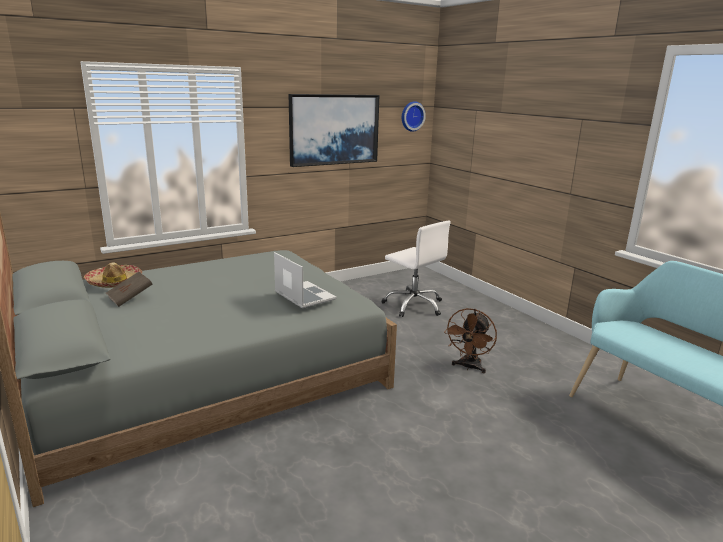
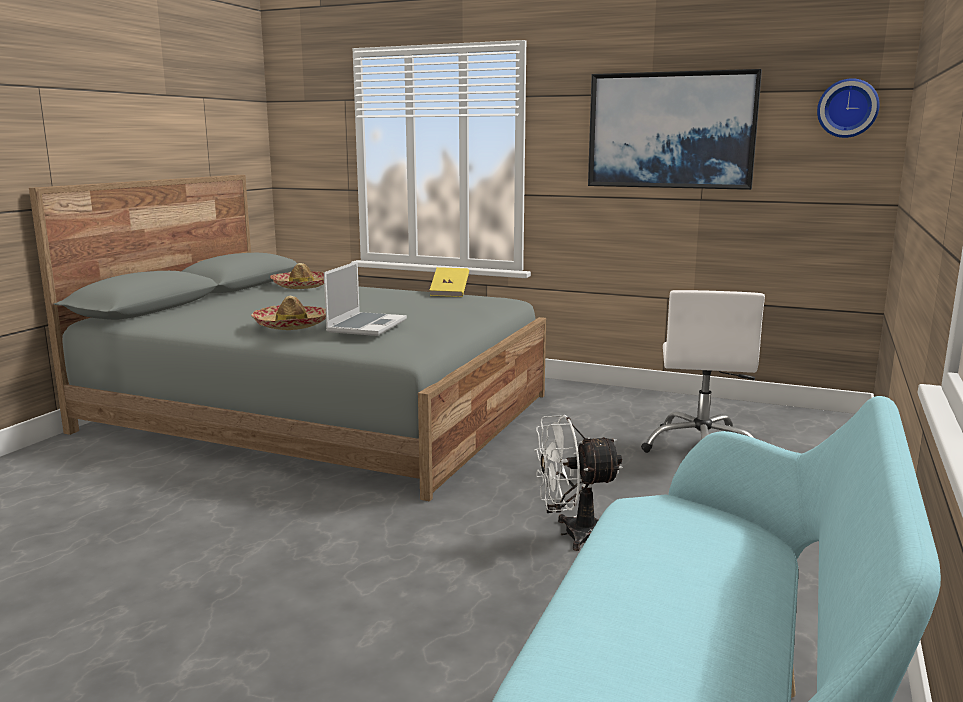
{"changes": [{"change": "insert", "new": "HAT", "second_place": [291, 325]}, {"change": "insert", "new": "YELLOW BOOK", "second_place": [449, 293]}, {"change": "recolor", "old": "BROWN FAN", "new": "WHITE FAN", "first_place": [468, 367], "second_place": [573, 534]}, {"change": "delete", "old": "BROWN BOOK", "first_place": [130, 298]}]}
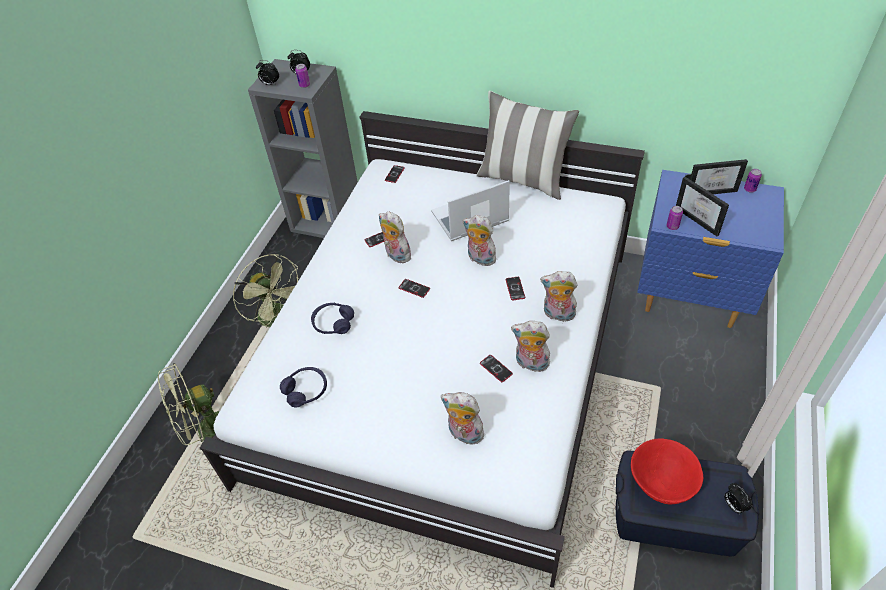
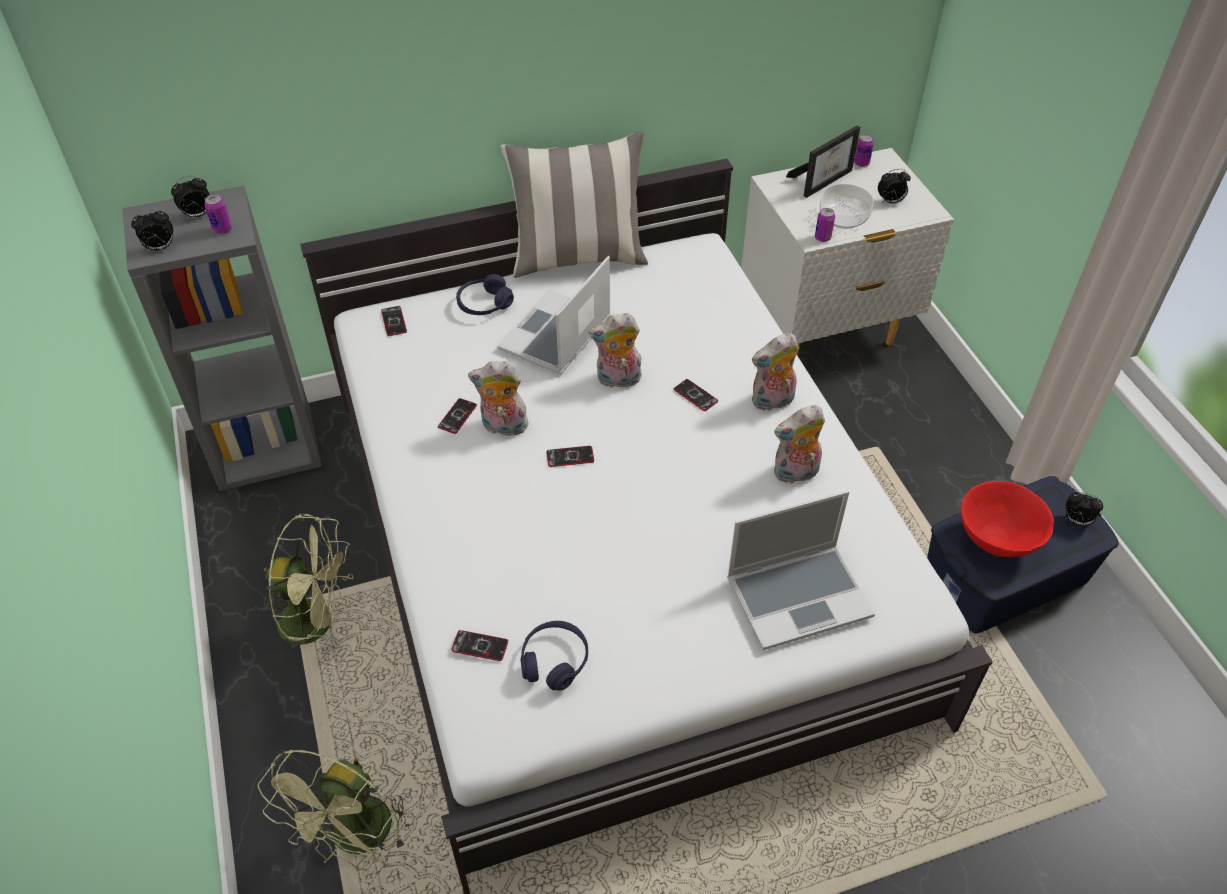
{"changes": [{"change": "move", "old": "PHONE", "first_place": [496, 368], "second_place": [480, 646]}, {"change": "move", "old": "PURPLE HEADPHONES", "first_place": [333, 323], "second_place": [484, 304]}, {"change": "replace", "old": "PLUSH TOY", "new": "LAPTOP", "first_place": [464, 434], "second_place": [799, 596]}, {"change": "recolor", "old": "BLUE NIGHTSTAND", "new": "WHITE NIGHTSTAND", "first_place": [690, 298], "second_place": [824, 331]}, {"change": "replace", "old": "PICTURE FRAME", "new": "BOWL", "first_place": [701, 219], "second_place": [844, 217]}, {"change": "insert", "new": "ALARM CLOCK", "second_place": [890, 201]}]}
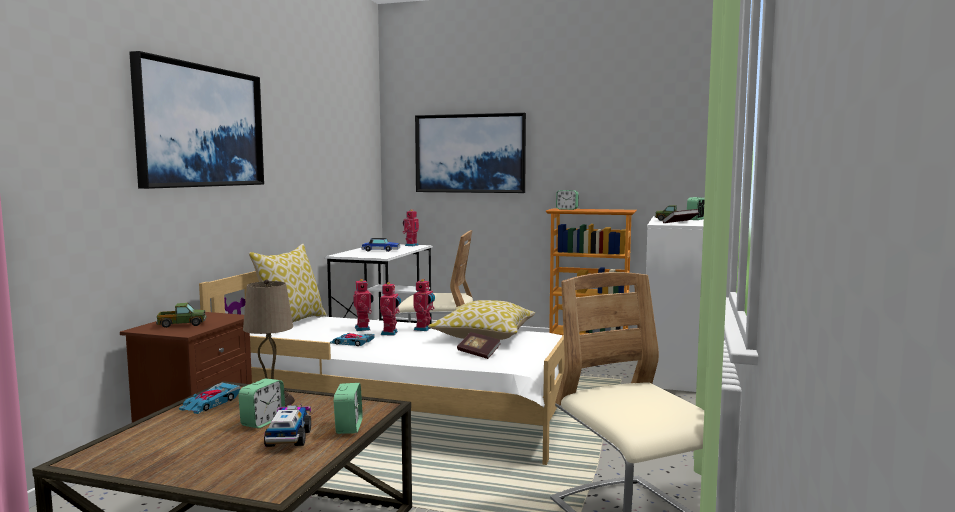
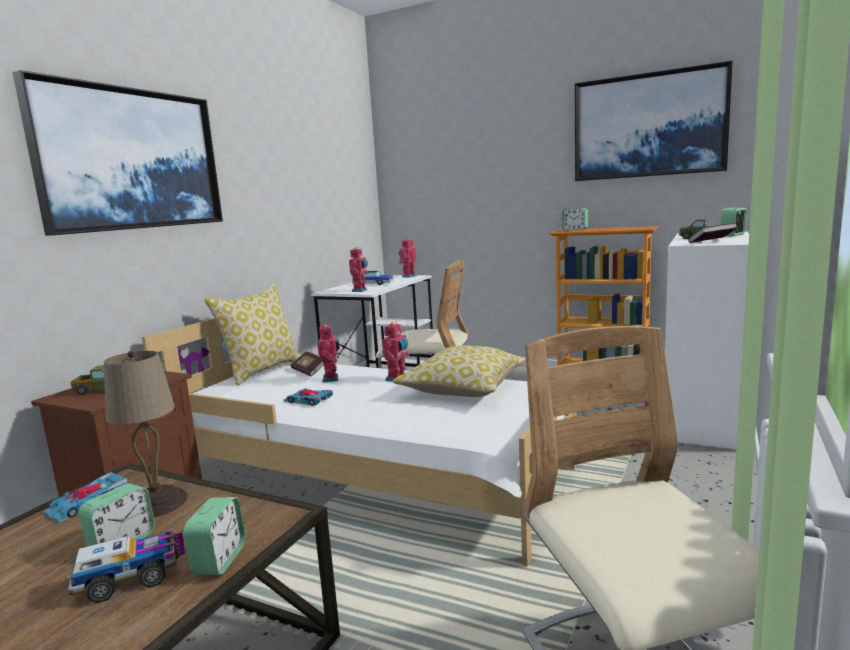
{"changes": [{"change": "rotate", "old": "TOY TRUCK", "first_place": [289, 437], "second_place": [132, 578], "degrees": 60}, {"change": "move", "old": "BOOK", "first_place": [478, 353], "second_place": [309, 371]}, {"change": "move", "old": "TOY ROBOT", "first_place": [390, 333], "second_place": [360, 290]}, {"change": "move", "old": "PICTURE", "first_place": [470, 153], "second_place": [648, 126]}]}
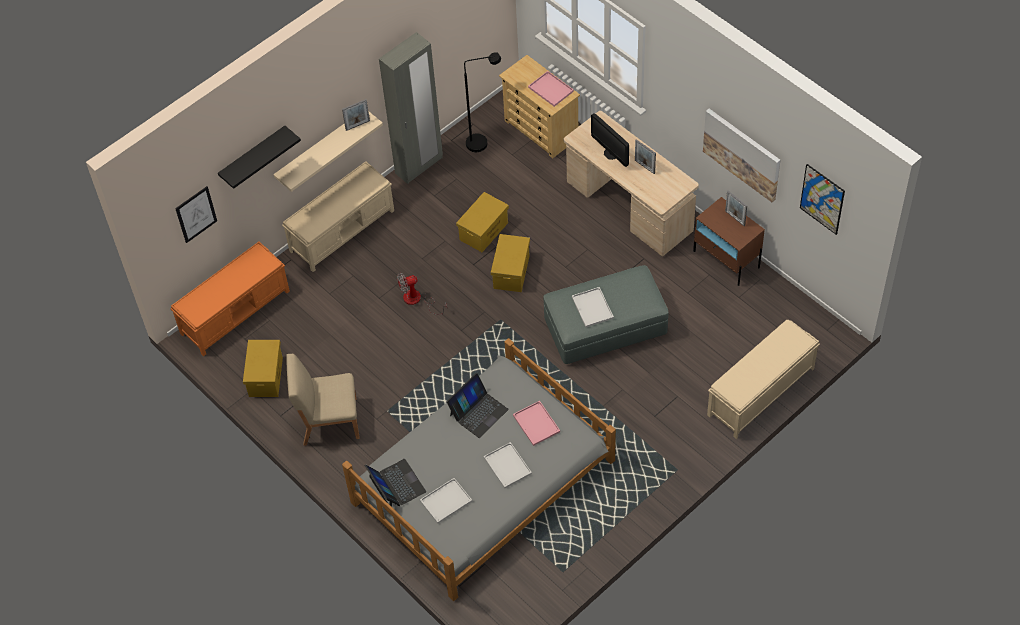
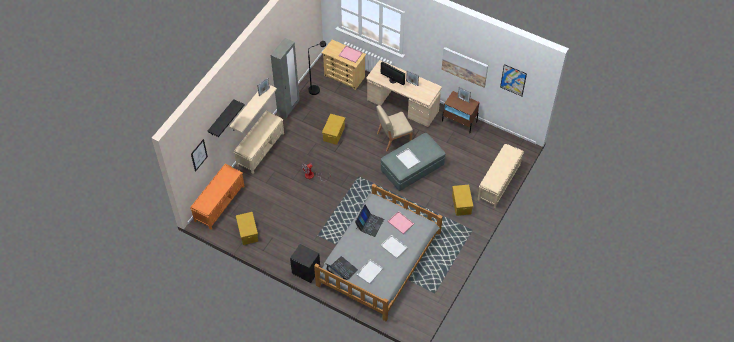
{"changes": [{"change": "insert", "new": "BLACK NIGHTSTAND", "second_place": [306, 271]}, {"change": "move", "old": "BEIGE CHAIR", "first_place": [329, 421], "second_place": [393, 138]}, {"change": "move", "old": "YELLOW STORAGE BOX", "first_place": [511, 272], "second_place": [461, 204]}]}
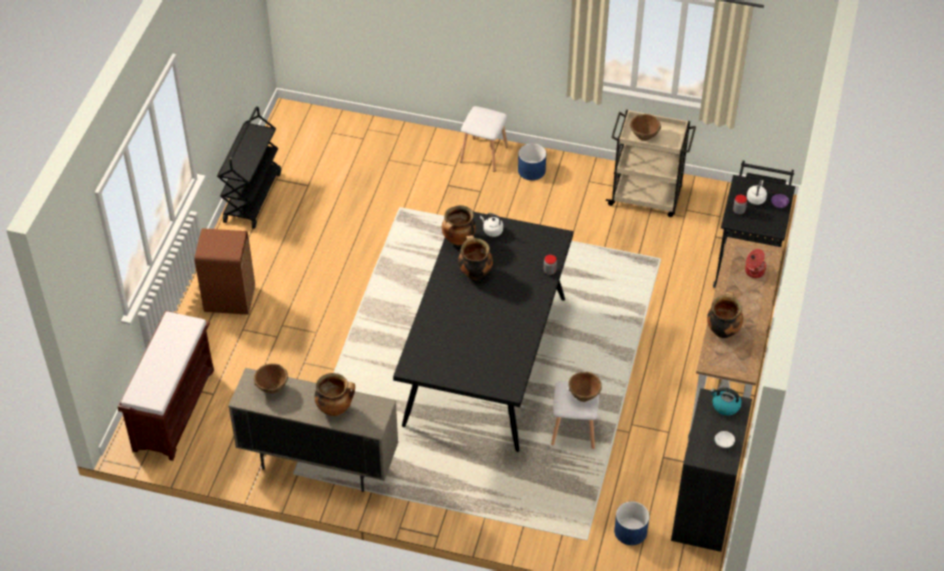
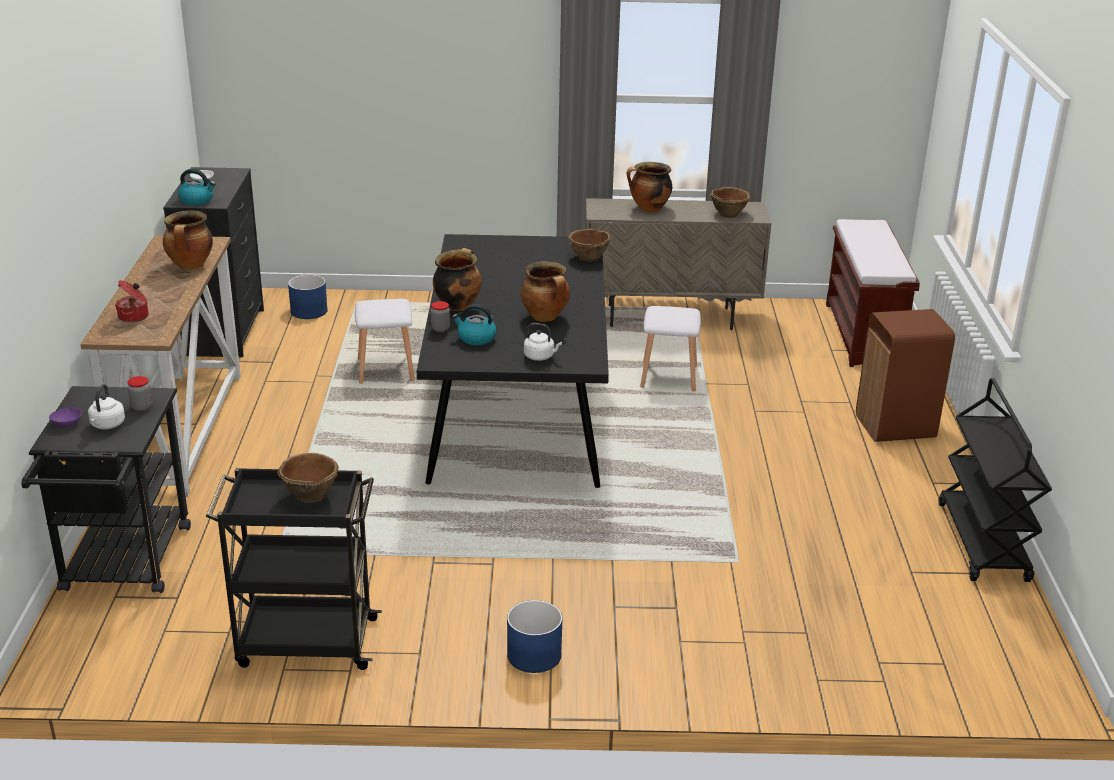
{"changes": [{"change": "recolor", "old": "BEIGE CART", "new": "BLACK CART", "first_place": [646, 197], "second_place": [304, 642]}, {"change": "move", "old": "COOKING POT", "first_place": [458, 240], "second_place": [457, 305]}, {"change": "insert", "new": "KETTLE", "second_place": [476, 338]}, {"change": "move", "old": "BROWN BOWL", "first_place": [584, 395], "second_place": [588, 258]}, {"change": "move", "old": "WHITE STOOL", "first_place": [483, 153], "second_place": [669, 377]}]}
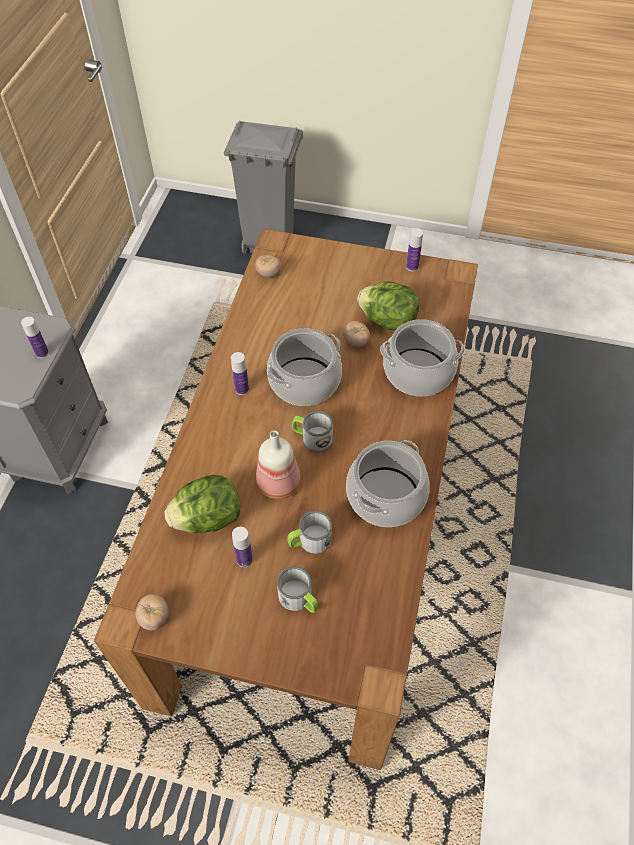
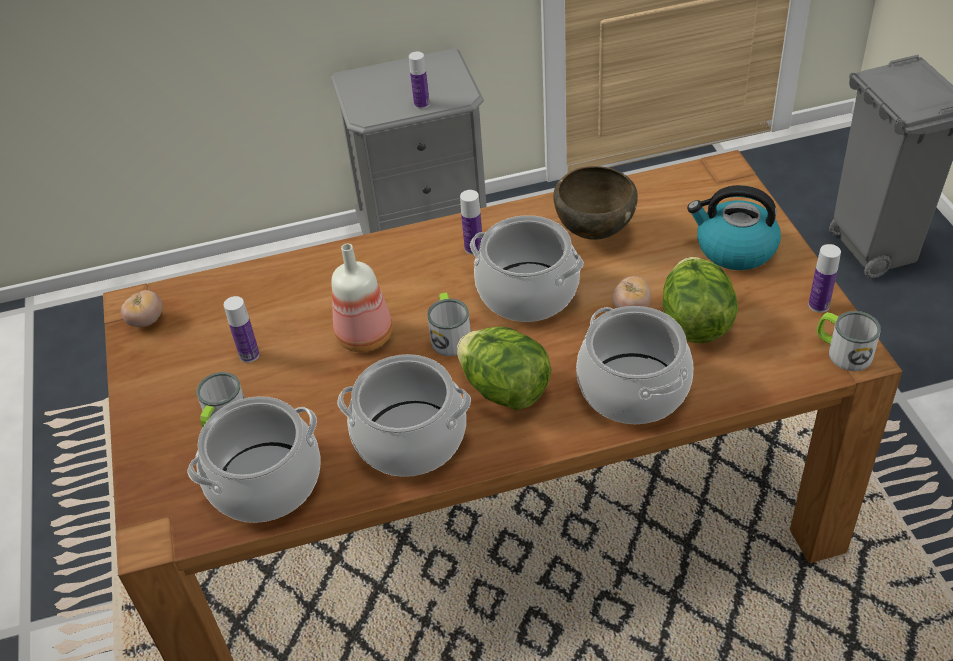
{"changes": [{"change": "insert", "new": "COOKING POT", "second_place": [265, 481]}, {"change": "move", "old": "LETTUCE", "first_place": [208, 518], "second_place": [505, 390]}, {"change": "insert", "new": "BROWN BOWL", "second_place": [593, 232]}, {"change": "insert", "new": "KETTLE", "second_place": [734, 249]}, {"change": "move", "old": "MUG", "first_place": [309, 541], "second_place": [842, 351]}, {"change": "delete", "old": "TOMATO", "first_place": [268, 273]}]}
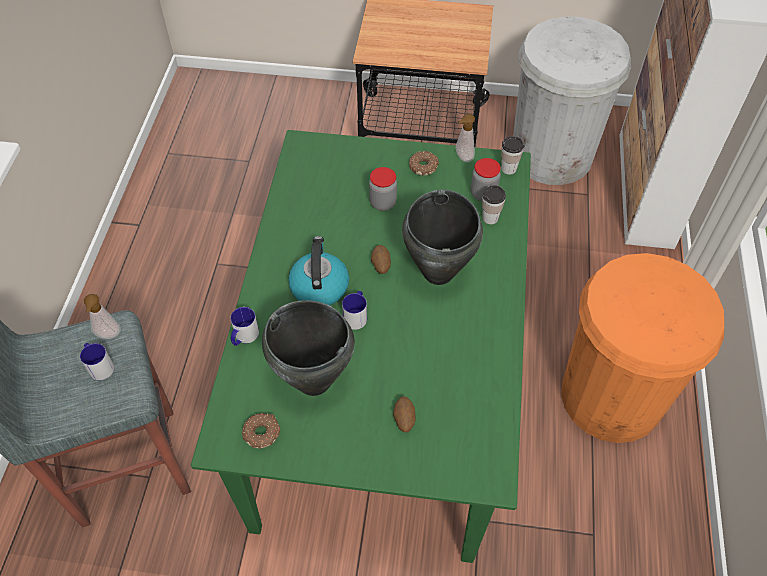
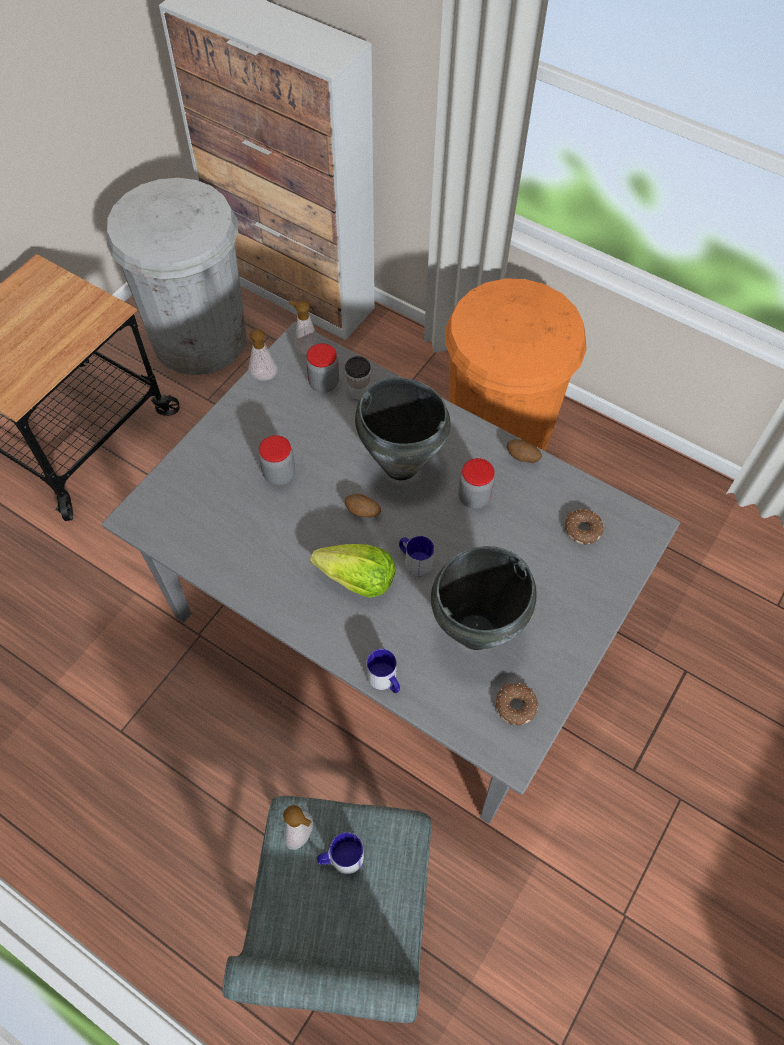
{"changes": [{"change": "recolor", "old": "GREEN DINING TABLE", "new": "GREY DINING TABLE", "first_place": [382, 388], "second_place": [388, 623]}, {"change": "replace", "old": "CUP", "new": "SOAP DISPENSER", "first_place": [508, 168], "second_place": [304, 348]}, {"change": "replace", "old": "KETTLE", "new": "LETTUCE", "first_place": [319, 286], "second_place": [357, 580]}, {"change": "insert", "new": "JAR", "second_place": [474, 497]}, {"change": "move", "old": "POTATO", "first_place": [404, 419], "second_place": [522, 457]}, {"change": "move", "old": "DONUT", "first_place": [423, 166], "second_place": [582, 529]}]}
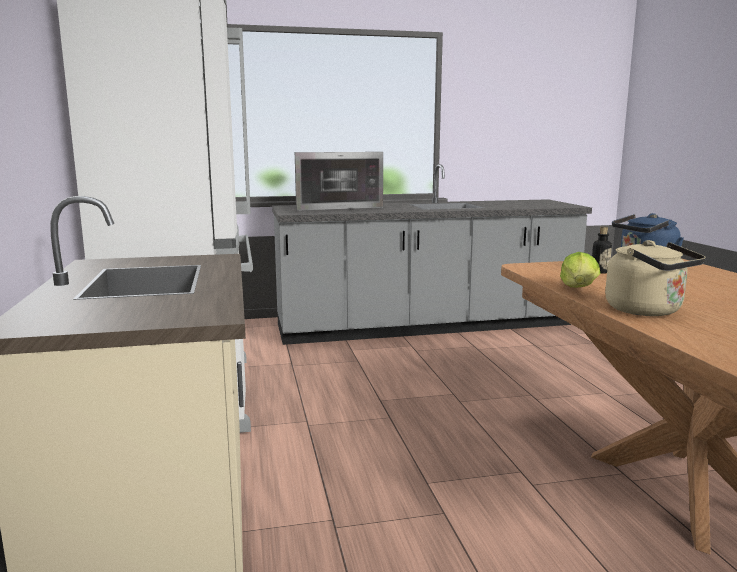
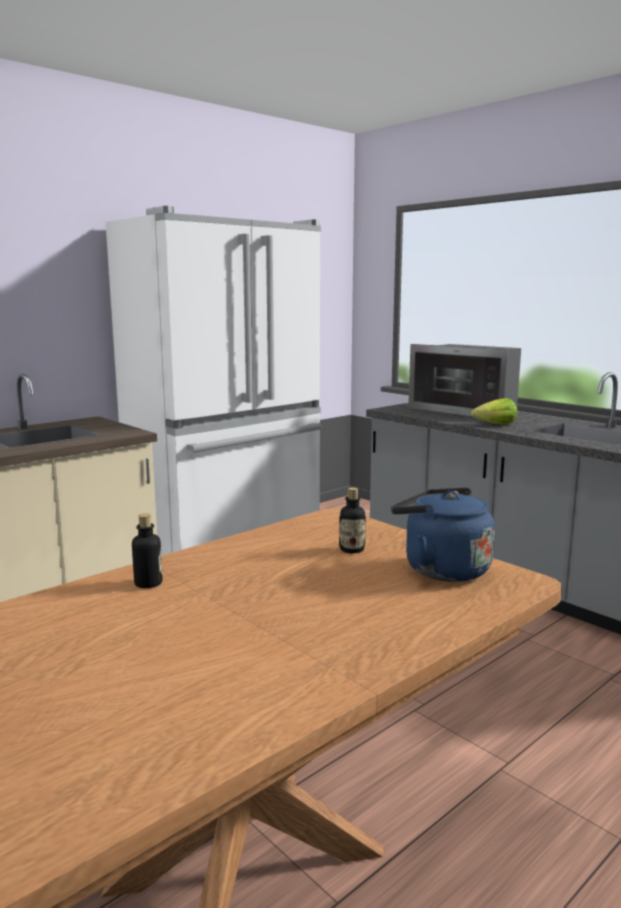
{"changes": [{"change": "replace", "old": "BEIGE KETTLE", "new": "BOTTLE", "first_place": [648, 311], "second_place": [148, 583]}, {"change": "move", "old": "LETTUCE", "first_place": [579, 289], "second_place": [495, 425]}]}
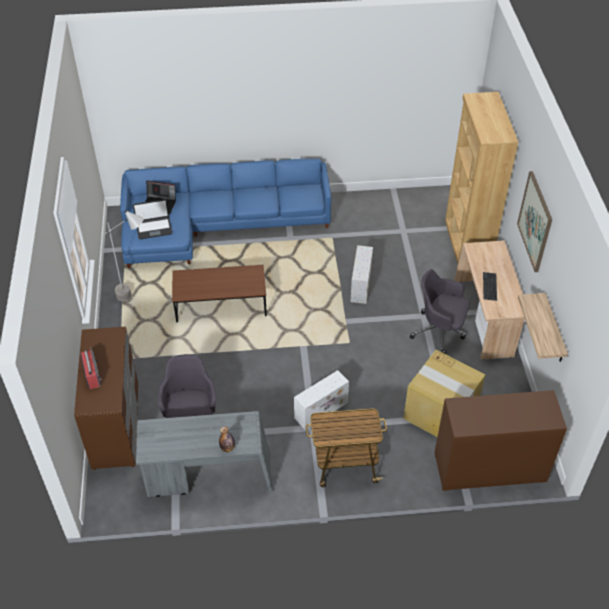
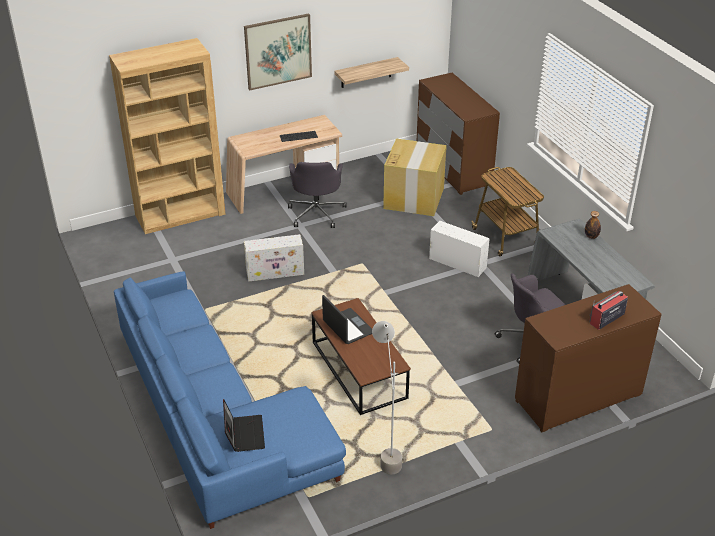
{"changes": [{"change": "move", "old": "LAPTOP", "first_place": [154, 228], "second_place": [347, 327]}]}
